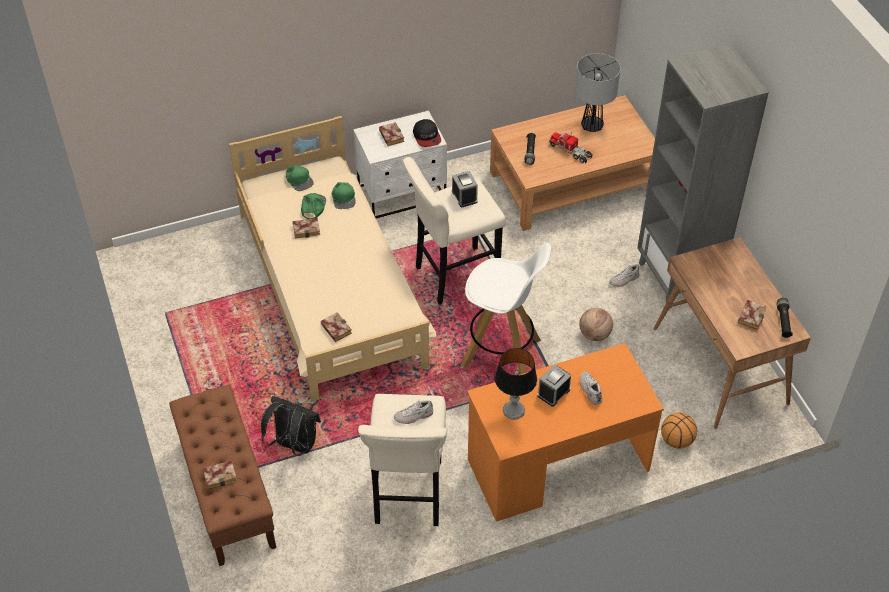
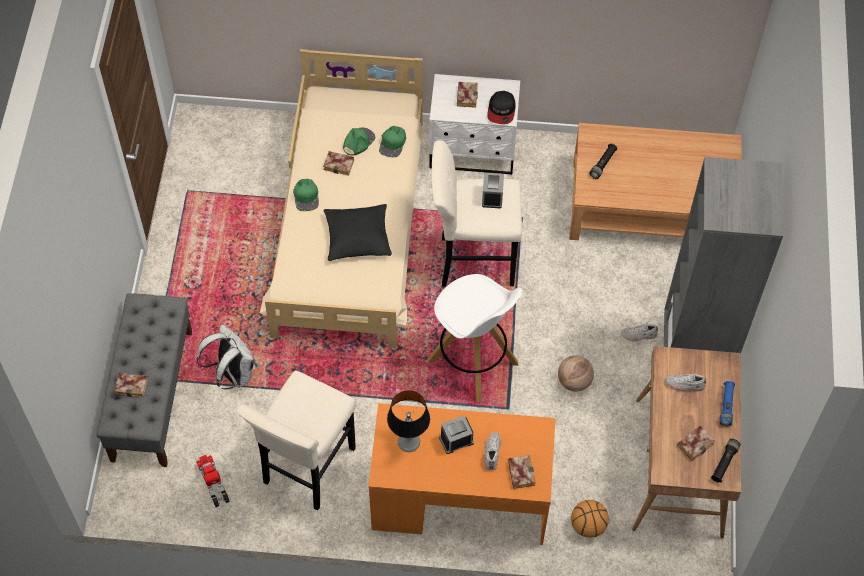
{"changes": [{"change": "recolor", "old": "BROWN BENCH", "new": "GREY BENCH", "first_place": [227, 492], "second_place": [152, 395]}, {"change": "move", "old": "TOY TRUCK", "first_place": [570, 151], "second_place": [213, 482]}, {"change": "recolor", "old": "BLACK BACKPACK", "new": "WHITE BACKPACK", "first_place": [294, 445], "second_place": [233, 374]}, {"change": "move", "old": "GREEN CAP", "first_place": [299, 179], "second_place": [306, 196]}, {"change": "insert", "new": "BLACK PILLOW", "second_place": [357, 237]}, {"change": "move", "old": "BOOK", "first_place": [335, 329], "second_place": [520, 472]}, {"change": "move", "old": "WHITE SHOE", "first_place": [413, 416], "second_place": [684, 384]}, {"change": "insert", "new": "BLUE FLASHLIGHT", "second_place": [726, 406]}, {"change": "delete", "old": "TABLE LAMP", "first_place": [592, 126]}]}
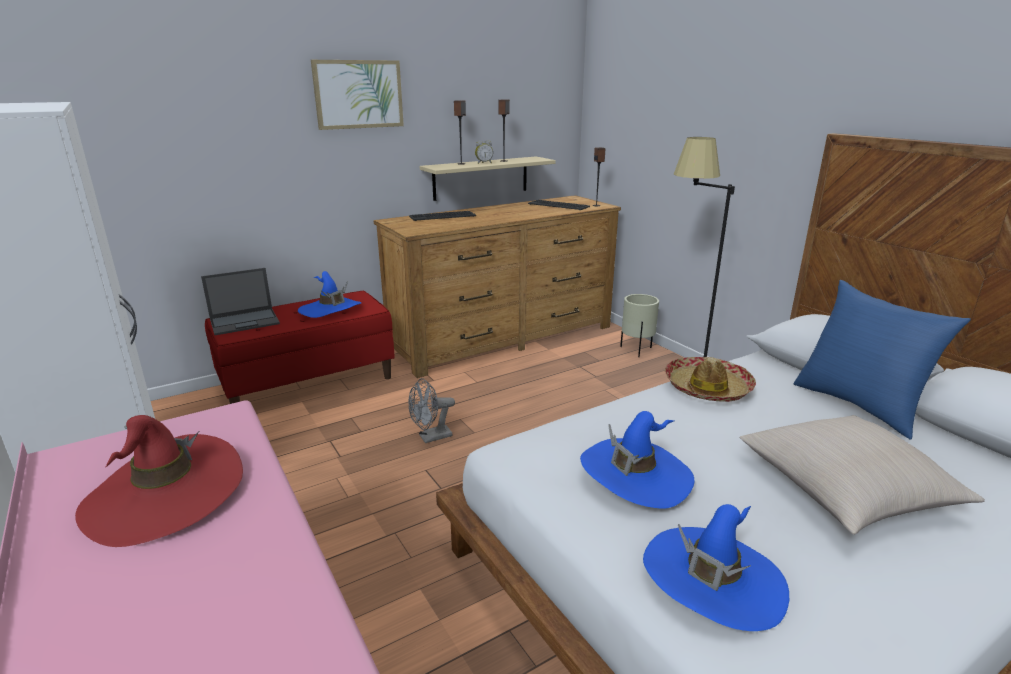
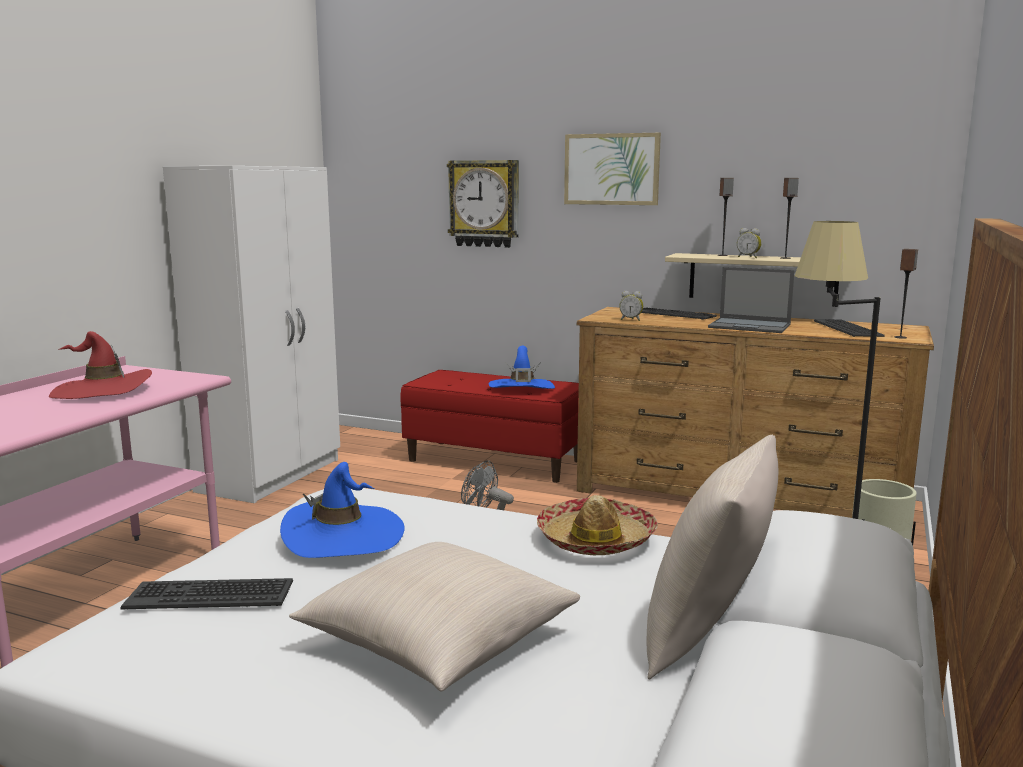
{"changes": [{"change": "replace", "old": "BLUE HAT", "new": "KEYBOARD", "first_place": [712, 580], "second_place": [210, 595]}, {"change": "insert", "new": "WALL CLOCK", "second_place": [484, 203]}, {"change": "insert", "new": "ALARM CLOCK", "second_place": [631, 320]}, {"change": "recolor", "old": "BLUE PILLOW", "new": "BEIGE PILLOW", "first_place": [859, 405], "second_place": [708, 635]}, {"change": "move", "old": "LAPTOP", "first_place": [245, 321], "second_place": [750, 326]}]}
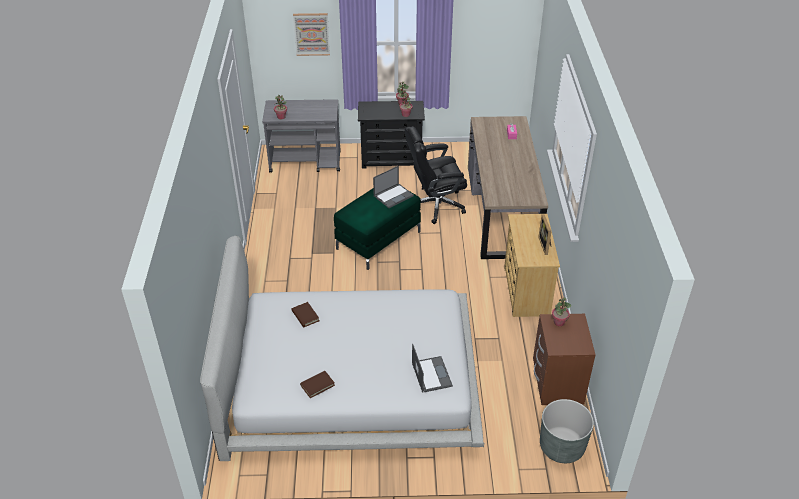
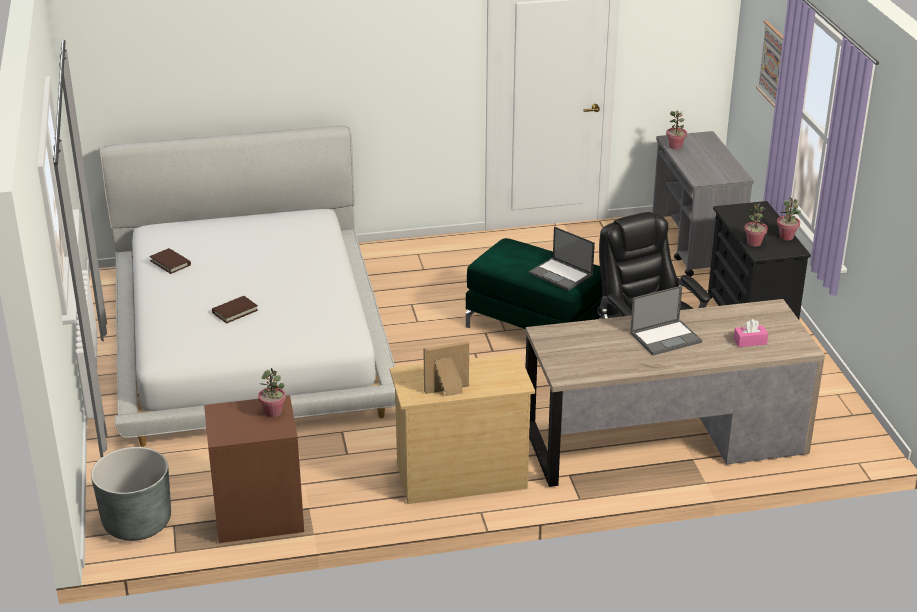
{"changes": [{"change": "move", "old": "BROWN BOOK", "first_place": [305, 316], "second_place": [235, 311]}, {"change": "move", "old": "LAPTOP", "first_place": [431, 374], "second_place": [666, 337]}]}
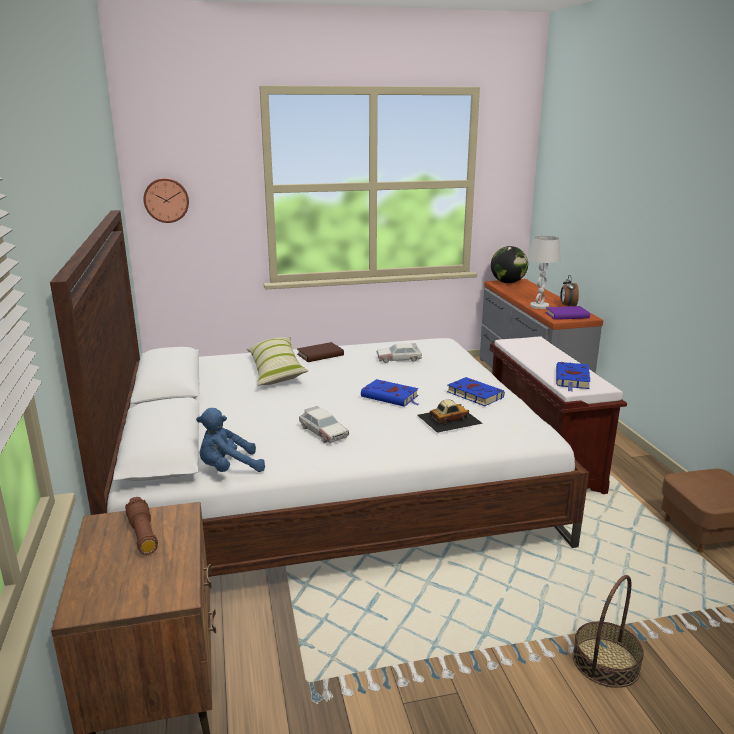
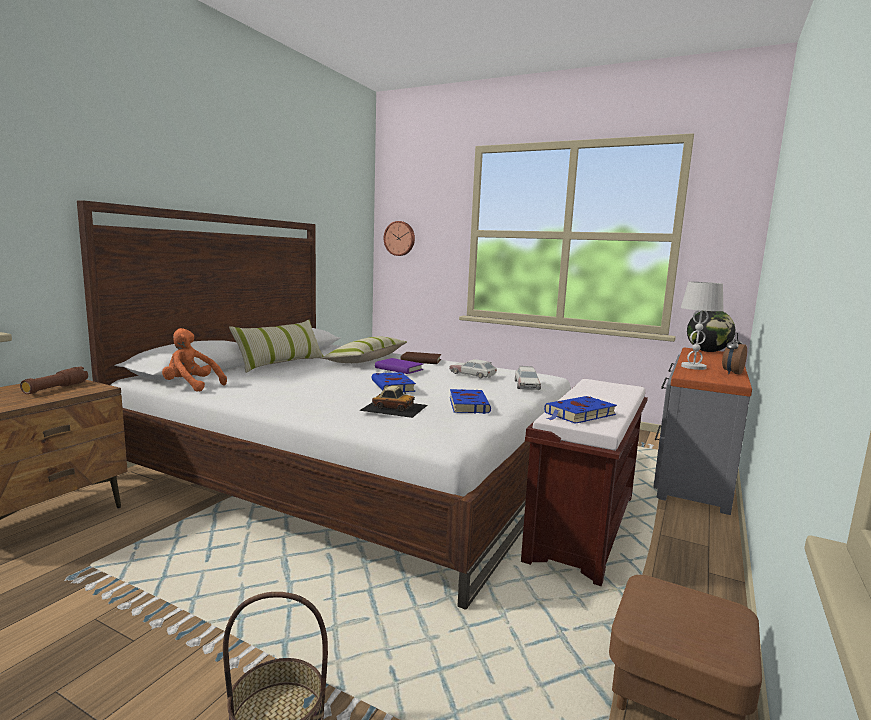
{"changes": [{"change": "recolor", "old": "BLUE PLUSH TOY", "new": "ORANGE PLUSH TOY", "first_place": [228, 469], "second_place": [191, 386]}, {"change": "insert", "new": "PILLOW", "second_place": [281, 363]}, {"change": "move", "old": "PURPLE BOOK", "first_place": [567, 315], "second_place": [399, 369]}, {"change": "move", "old": "TOY CAR", "first_place": [323, 432], "second_place": [526, 385]}]}
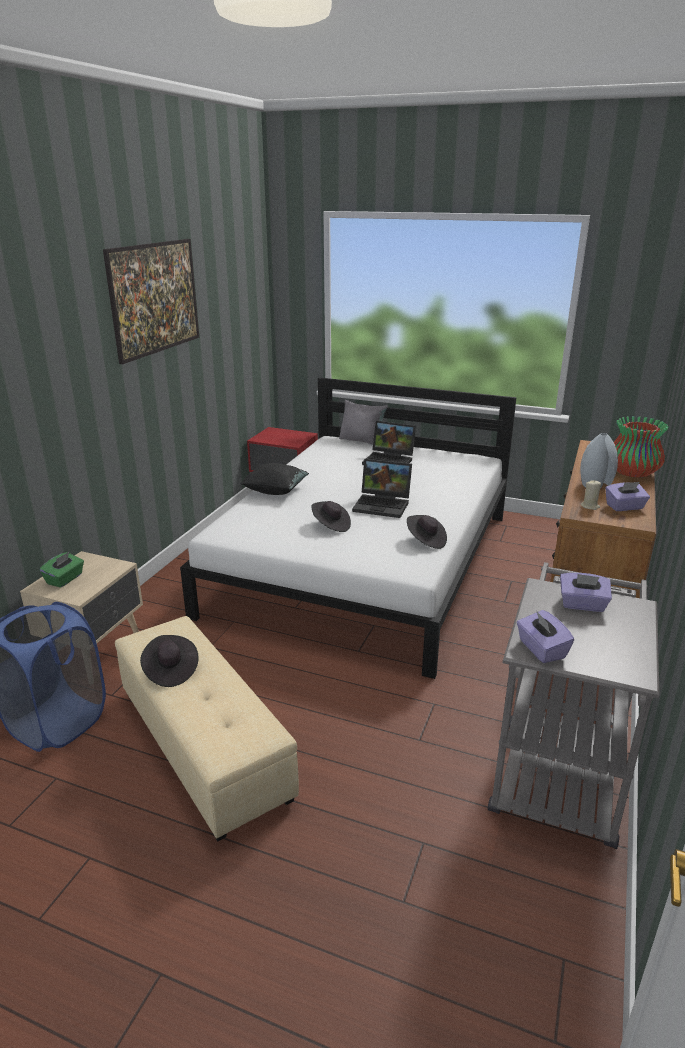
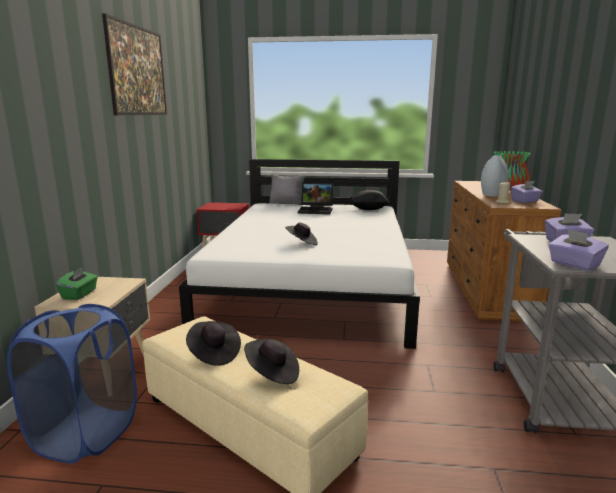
{"changes": [{"change": "move", "old": "BLACK HAT", "first_place": [426, 541], "second_place": [272, 373]}, {"change": "move", "old": "BLACK PILLOW", "first_place": [275, 491], "second_place": [368, 209]}, {"change": "delete", "old": "LAPTOP", "first_place": [383, 505]}]}
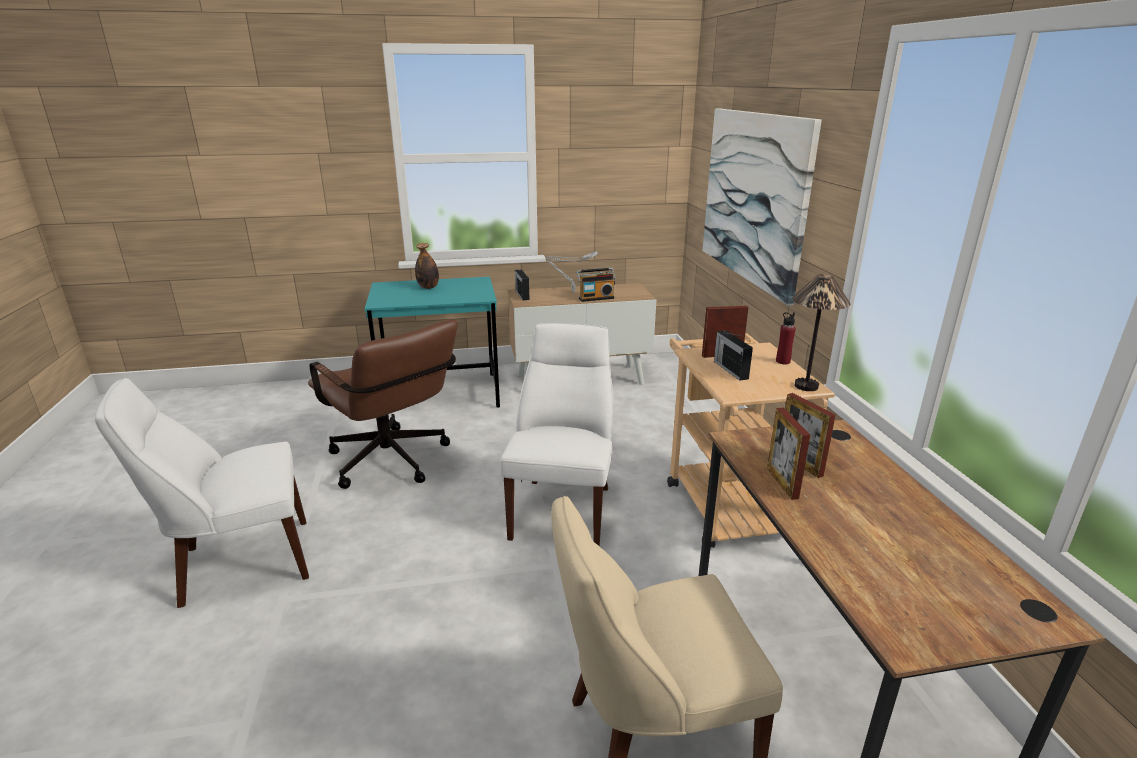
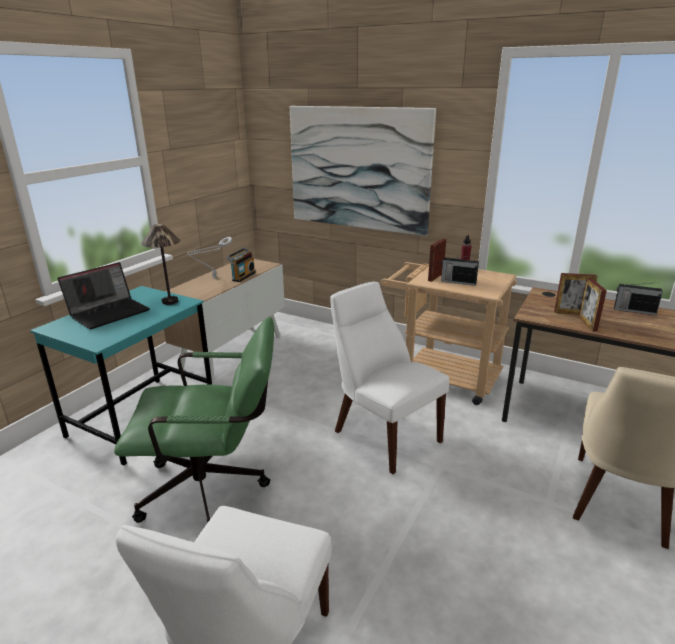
{"changes": [{"change": "replace", "old": "BOTTLE", "new": "LAPTOP", "first_place": [428, 287], "second_place": [109, 312]}, {"change": "recolor", "old": "BROWN OFFICE CHAIR", "new": "GREEN OFFICE CHAIR", "first_place": [394, 464], "second_place": [215, 489]}, {"change": "move", "old": "TABLE LAMP", "first_place": [806, 386], "second_place": [170, 301]}, {"change": "rotate", "old": "PICTURE FRAME", "first_place": [782, 483], "second_place": [587, 324], "degrees": 60}, {"change": "move", "old": "RADIO", "first_place": [522, 295], "second_place": [633, 310]}]}
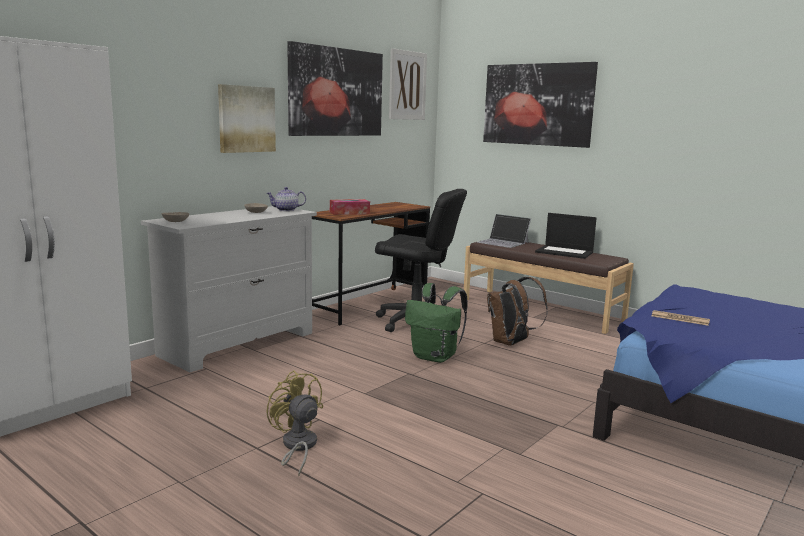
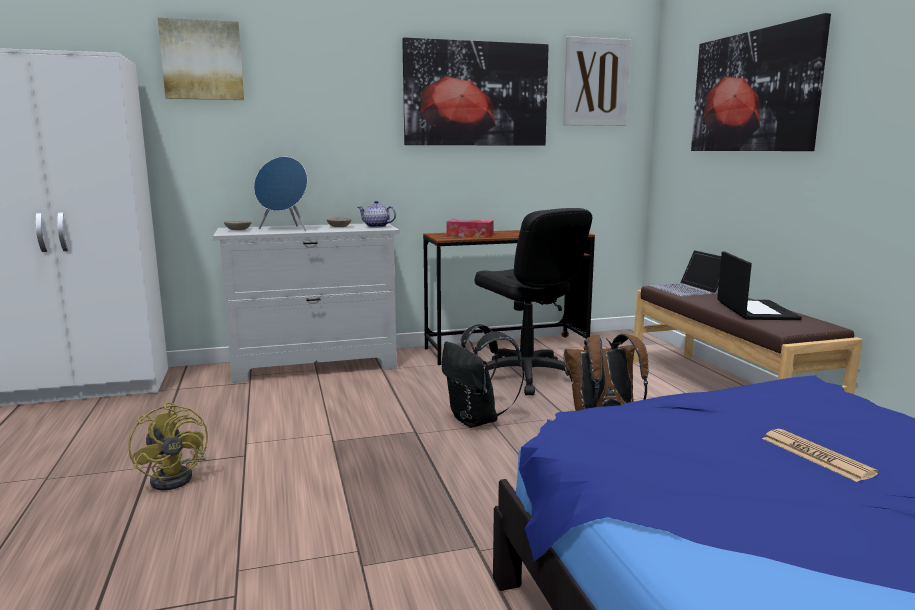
{"changes": [{"change": "rotate", "old": "YELLOW FAN", "first_place": [297, 447], "second_place": [178, 477], "degrees": 150}, {"change": "move", "old": "PICTURE", "first_place": [246, 119], "second_place": [202, 60]}, {"change": "insert", "new": "BLUE SPEAKER", "second_place": [285, 229]}, {"change": "recolor", "old": "GREEN BACKPACK", "new": "BLACK BACKPACK", "first_place": [435, 357], "second_place": [477, 420]}, {"change": "rotate", "old": "LAPTOP", "first_place": [565, 252], "second_place": [755, 310], "degrees": -150}, {"change": "move", "old": "NEWSPAPER", "first_place": [680, 319], "second_place": [816, 456]}]}
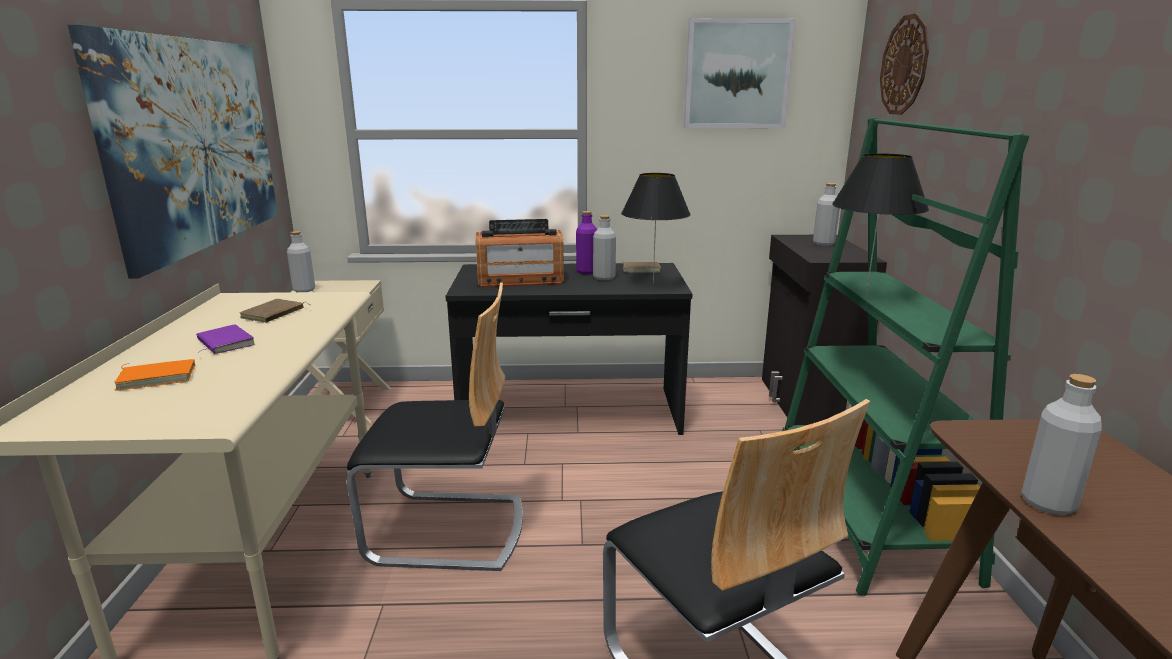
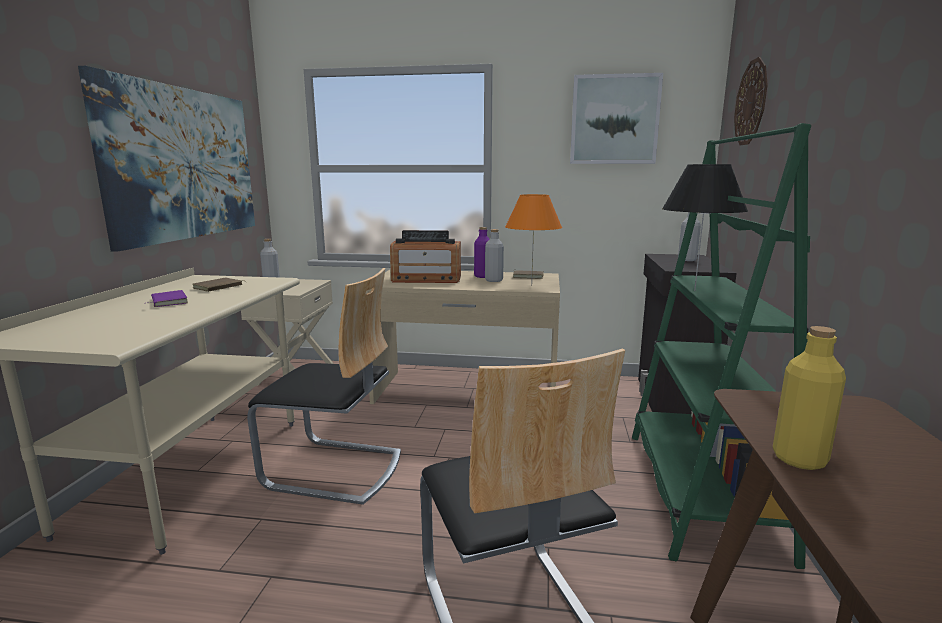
{"changes": [{"change": "recolor", "old": "BLACK DESK", "new": "BEIGE DESK", "first_place": [570, 413], "second_place": [466, 392]}, {"change": "recolor", "old": "BLACK TABLE LAMP", "new": "ORANGE TABLE LAMP", "first_place": [653, 283], "second_place": [532, 285]}, {"change": "recolor", "old": "GREY BOTTLE", "new": "YELLOW BOTTLE", "first_place": [1048, 502], "second_place": [799, 459]}, {"change": "delete", "old": "ORANGE BOOK", "first_place": [158, 377]}]}
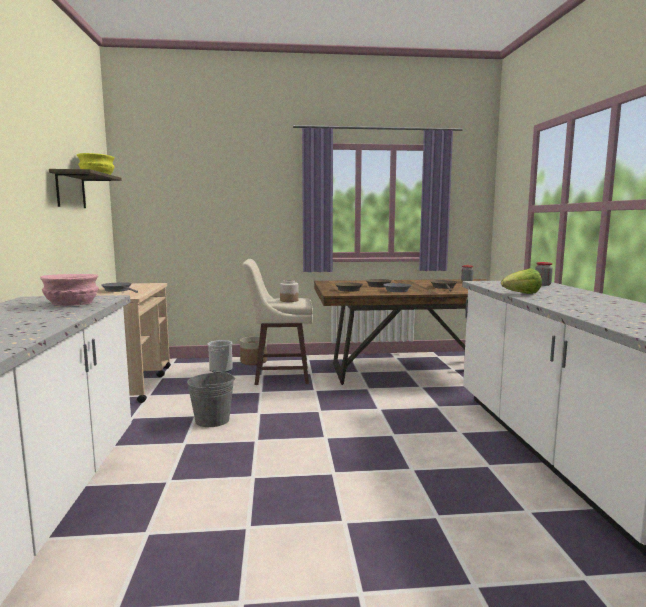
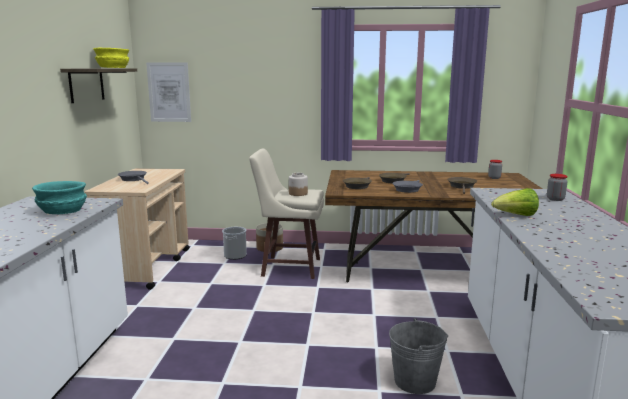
{"changes": [{"change": "recolor", "old": "PINK BOWL", "new": "TURQUOISE BOWL", "first_place": [71, 304], "second_place": [62, 211]}, {"change": "insert", "new": "PICTURE", "second_place": [169, 92]}, {"change": "move", "old": "GREY BUCKET", "first_place": [212, 420], "second_place": [415, 381]}]}
